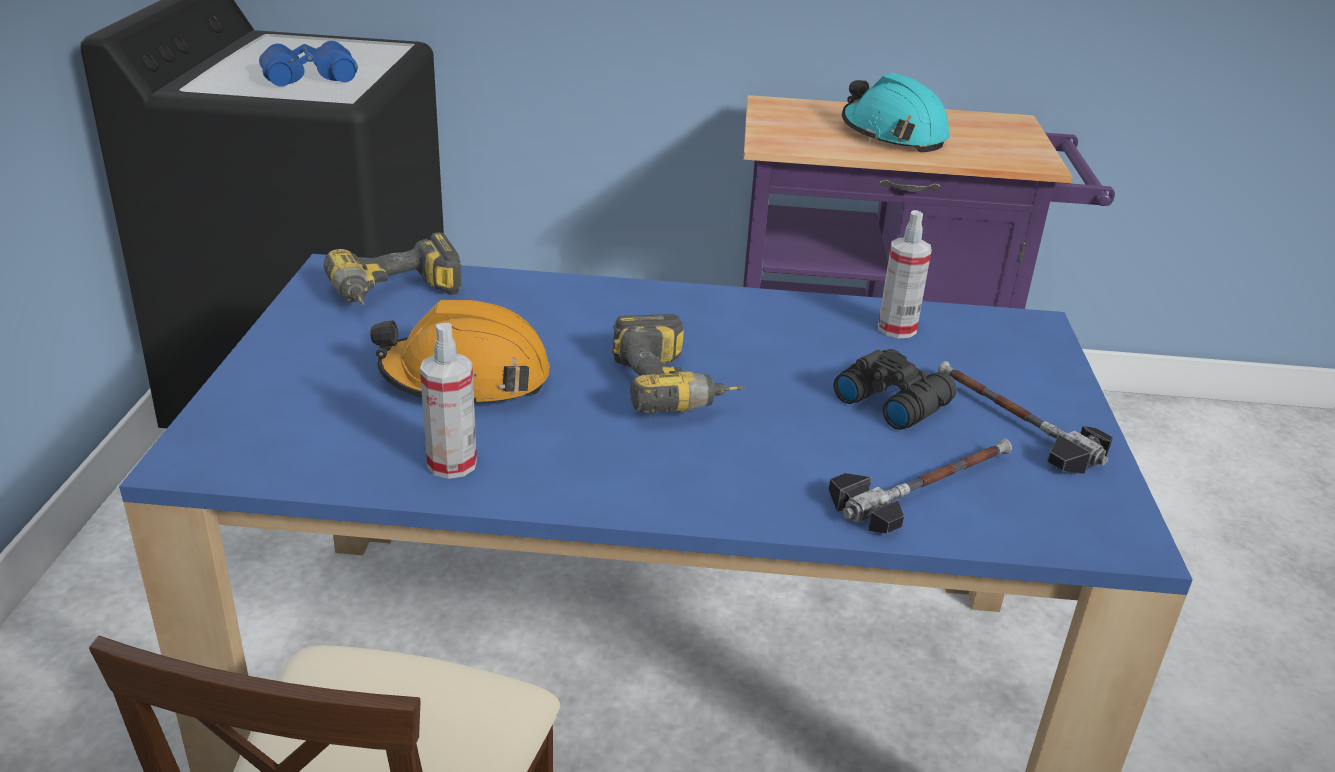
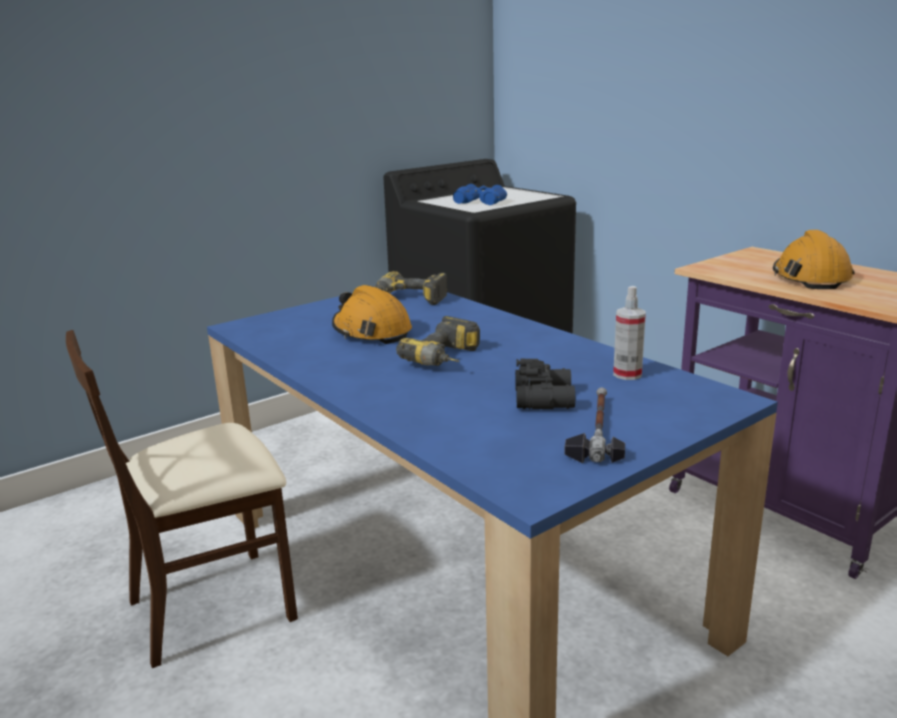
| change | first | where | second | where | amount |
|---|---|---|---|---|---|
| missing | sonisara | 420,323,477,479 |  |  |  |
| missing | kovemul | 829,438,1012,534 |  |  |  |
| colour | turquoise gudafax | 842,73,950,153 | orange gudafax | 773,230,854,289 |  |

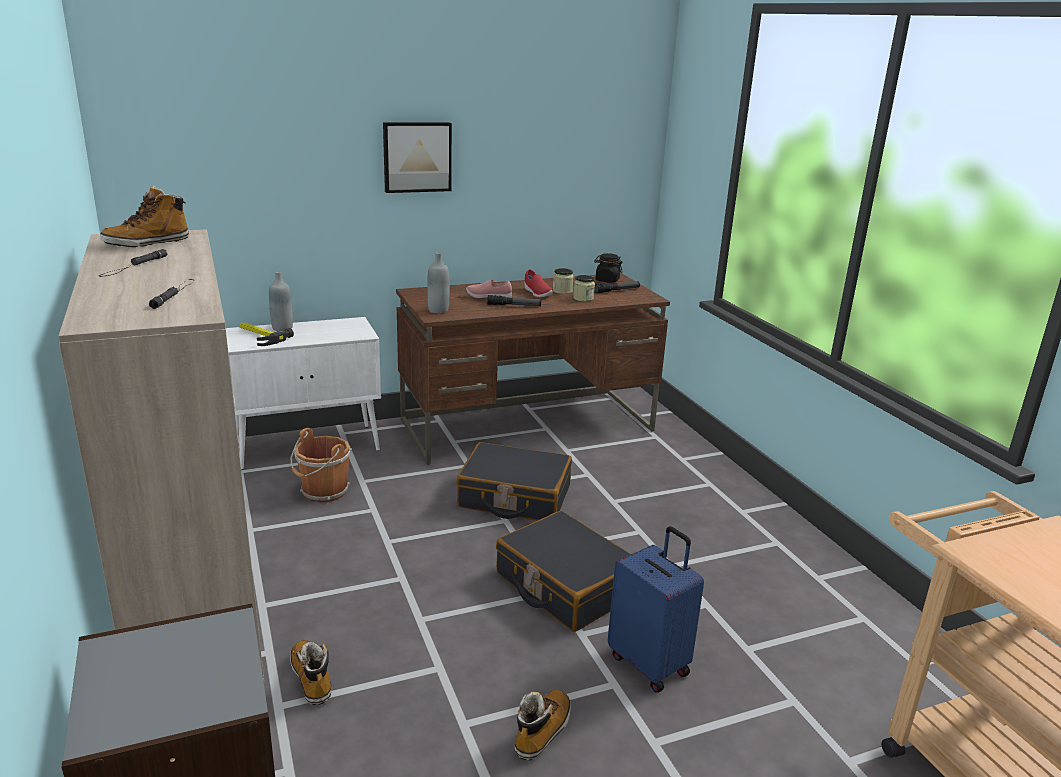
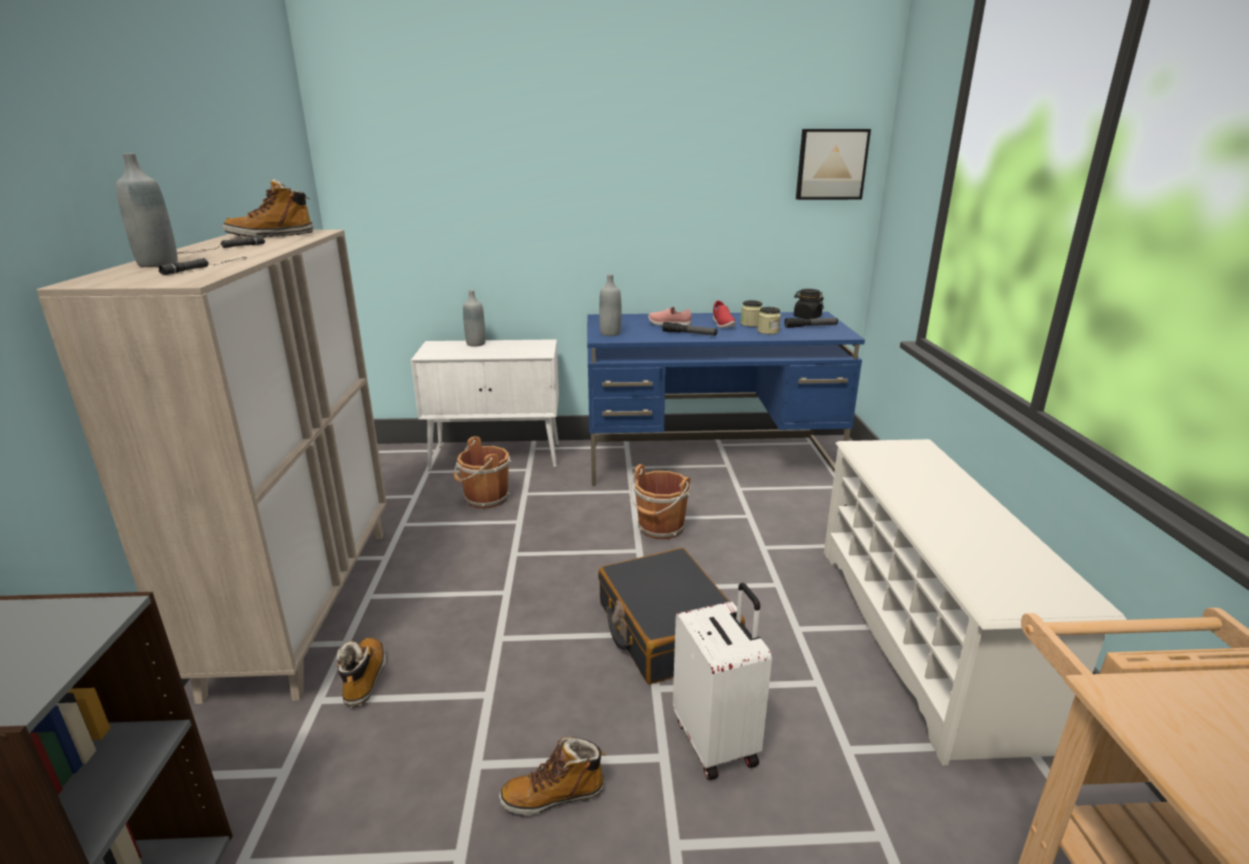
| change | first | where | second | where | amount |
|---|---|---|---|---|---|
| missing | kovemul | 239,322,294,346 |  |  |  |
| appeared |  |  | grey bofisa | 116,153,178,267 |  |
| appeared |  |  | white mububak | 824,439,1127,766 |  |
| relocated | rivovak | 383,122,452,193 |  | 796,129,871,200 |  |
| exchanged | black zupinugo | 456,442,572,521 | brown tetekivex | 630,464,691,539 |  |
| colour | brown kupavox | 396,273,670,465 | blue kupavox | 587,312,865,486 |  |
| colour | blue zupinugo | 608,526,704,693 | white zupinugo | 673,583,772,780 |  |
| spun | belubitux | 514,690,571,761 |  | 499,737,606,815 | 150 degrees counterclockwise |

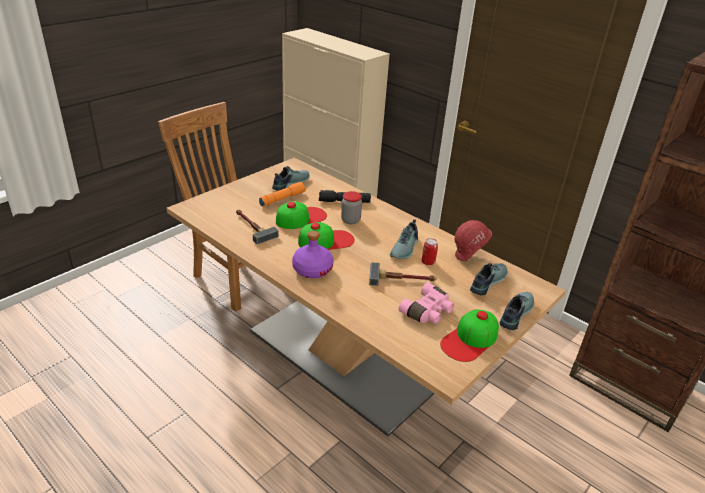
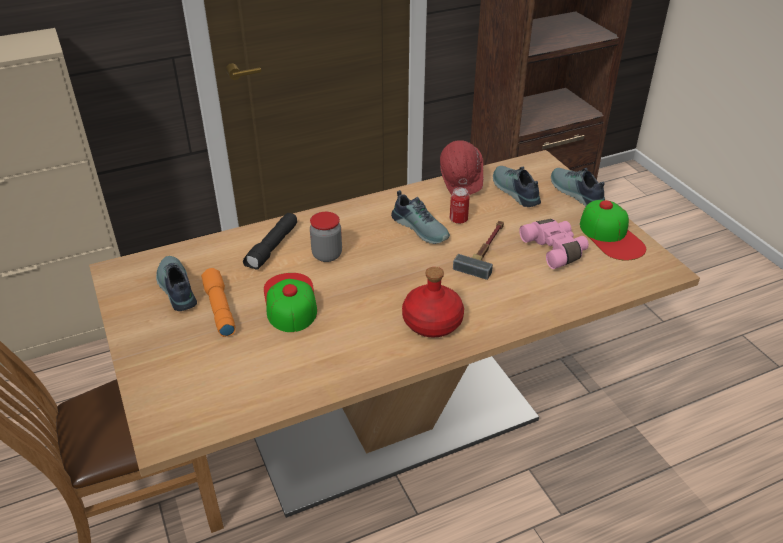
| change | first | where | second | where | amount |
|---|---|---|---|---|---|
| missing | kovemul | 236,209,279,244 |  |  |  |
| missing | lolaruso | 298,222,355,250 |  |  |  |
| colour | purple bofisa | 292,231,334,278 | red bofisa | 402,267,464,337 |  |

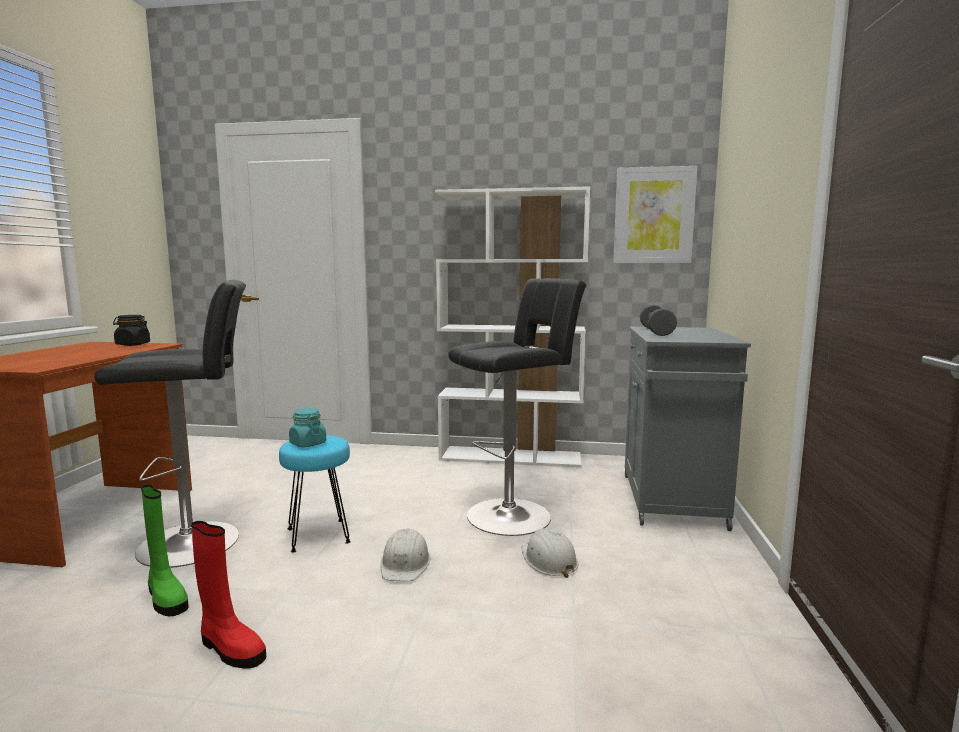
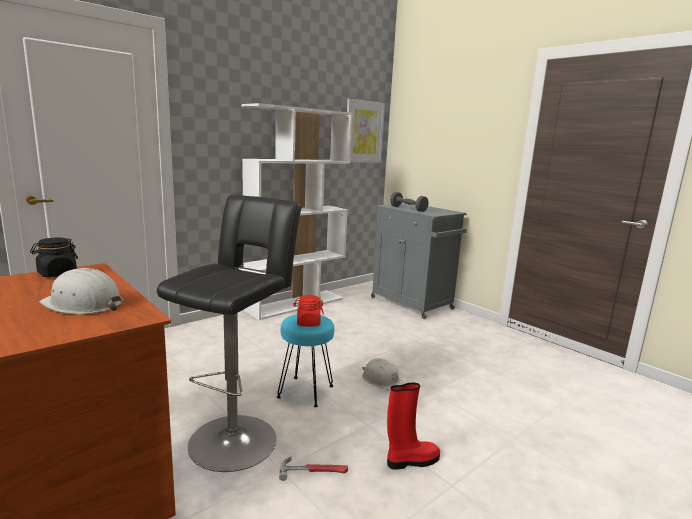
| change | first | where | second | where | amount |
|---|---|---|---|---|---|
| missing | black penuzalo | 448,278,586,536 |  |  |  |
| relocated | white gudafax | 521,528,579,578 |  | 39,268,123,315 |  |
| exchanged | green belubitux | 141,485,189,616 | kovemul | 279,456,348,481 |  |
| colour | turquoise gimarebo | 289,408,326,447 | red gimarebo | 294,295,324,327 |  |

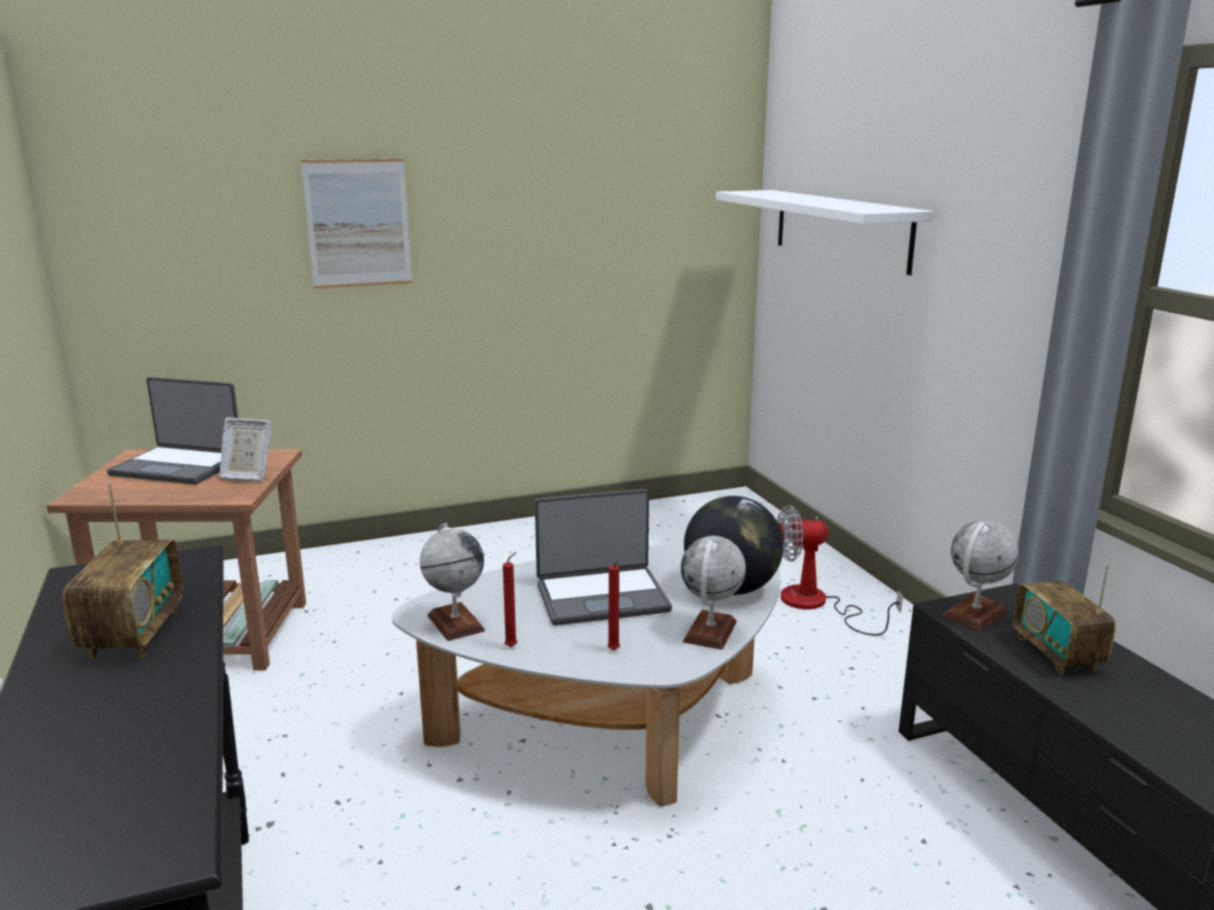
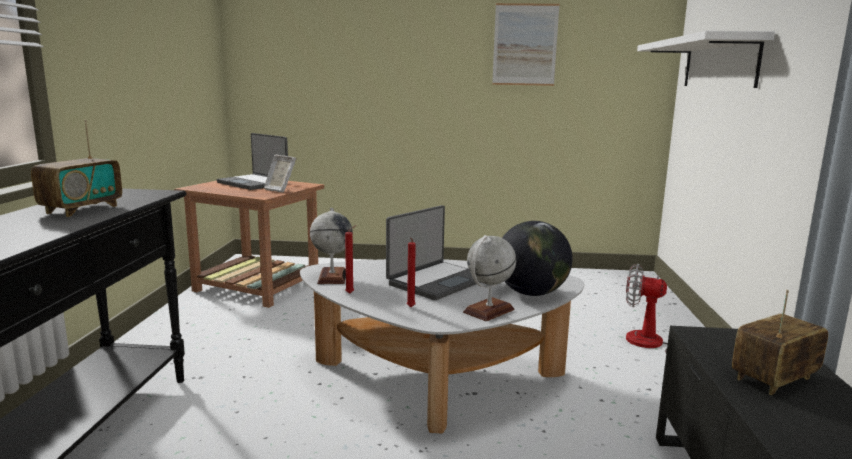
| change | first | where | second | where | amount |
|---|---|---|---|---|---|
| missing | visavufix | 943,520,1019,631 |  |  |  |
| relocated | rivovak | 301,159,412,289 |  | 492,3,560,86 |  |
| spun | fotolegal | 535,489,672,626 |  | 386,205,481,300 | 60 degrees counterclockwise |
| spun | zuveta | 1013,565,1116,675 |  | 732,290,828,395 | 45 degrees clockwise |

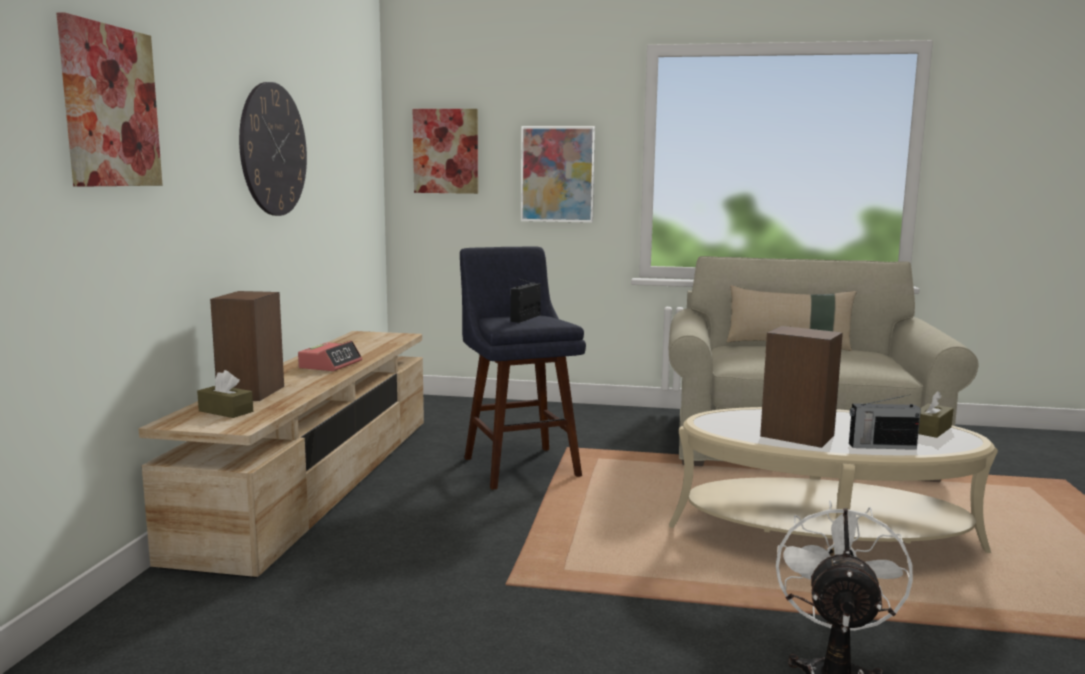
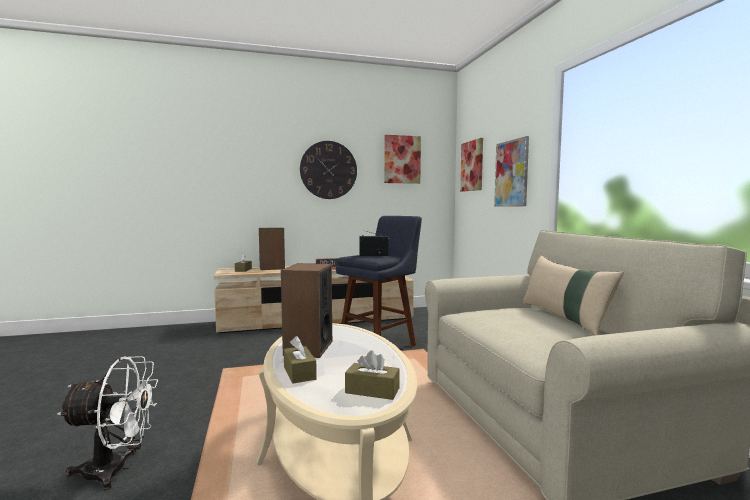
| change | first | where | second | where | amount |
|---|---|---|---|---|---|
| relocated | rivovak | 56,12,162,187 |  | 384,135,421,184 |  |
| exchanged | zuveta | 849,395,921,450 | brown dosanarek | 284,336,317,384 |  |

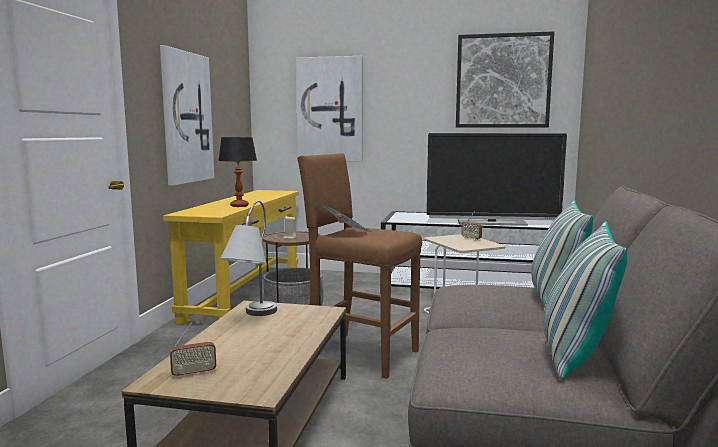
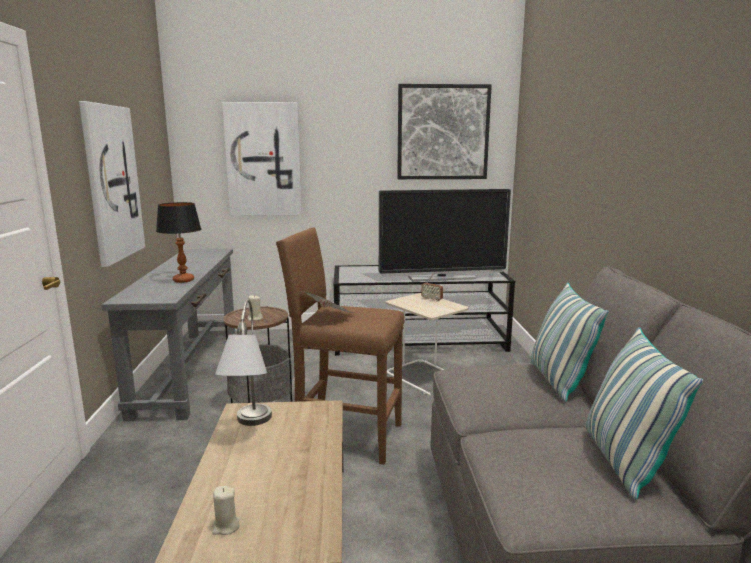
| change | first | where | second | where | amount |
|---|---|---|---|---|---|
| exchanged | zuveta | 170,322,216,378 | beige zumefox | 212,486,239,535 |  |
| colour | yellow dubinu | 163,190,299,324 | grey dubinu | 101,249,235,422 |  |

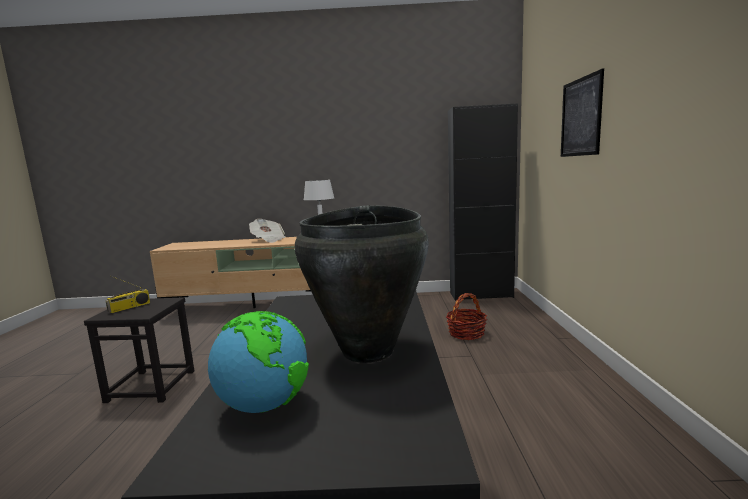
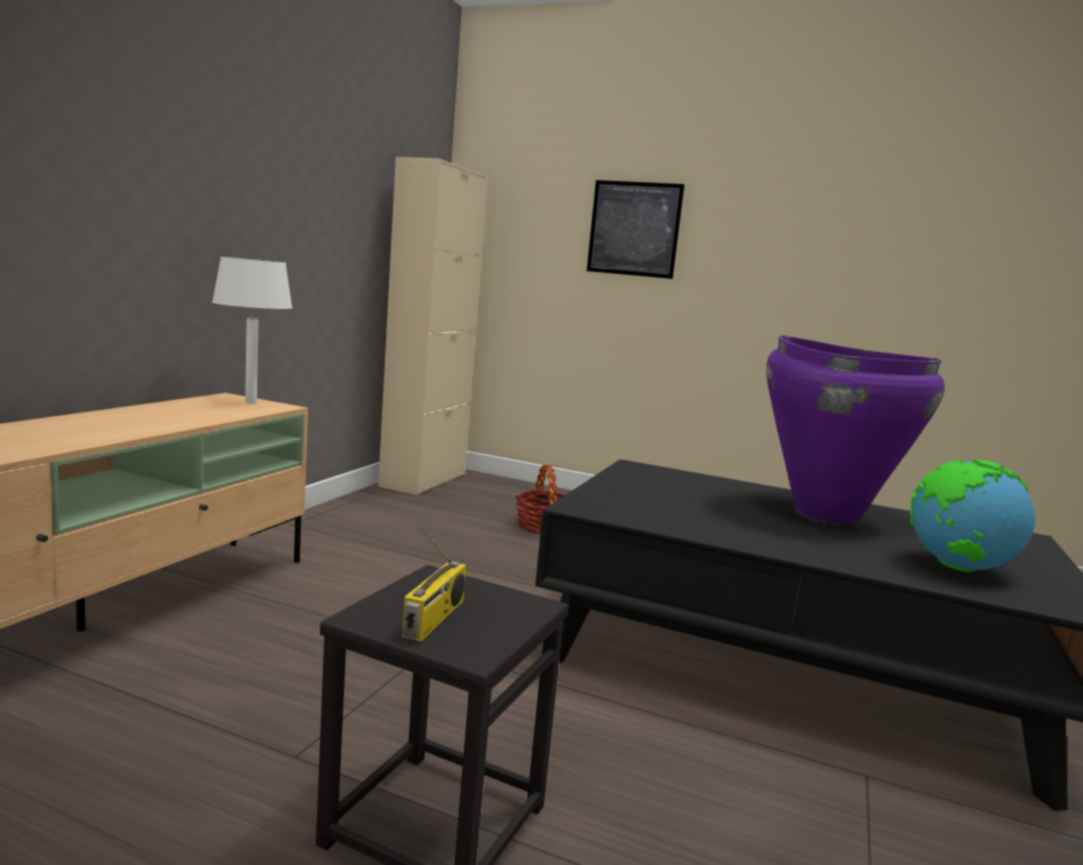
| change | first | where | second | where | amount |
|---|---|---|---|---|---|
| missing | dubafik | 249,219,286,243 |  |  |  |
| colour | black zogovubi | 295,205,429,363 | purple zogovubi | 766,335,945,524 |  |
| colour | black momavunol | 448,103,518,301 | beige momavunol | 378,157,488,495 |  |
| spun | zuveta | 106,276,150,313 |  | 402,527,466,642 | 45 degrees clockwise |

